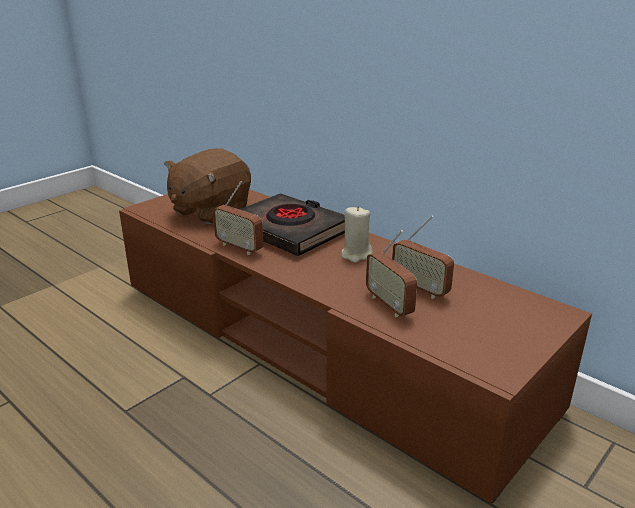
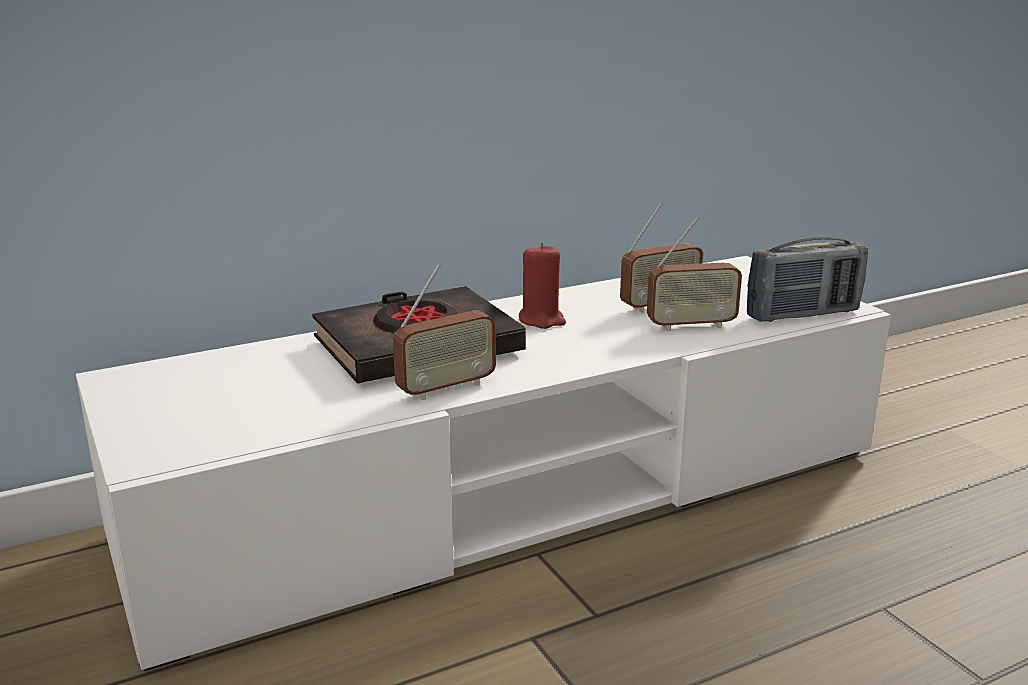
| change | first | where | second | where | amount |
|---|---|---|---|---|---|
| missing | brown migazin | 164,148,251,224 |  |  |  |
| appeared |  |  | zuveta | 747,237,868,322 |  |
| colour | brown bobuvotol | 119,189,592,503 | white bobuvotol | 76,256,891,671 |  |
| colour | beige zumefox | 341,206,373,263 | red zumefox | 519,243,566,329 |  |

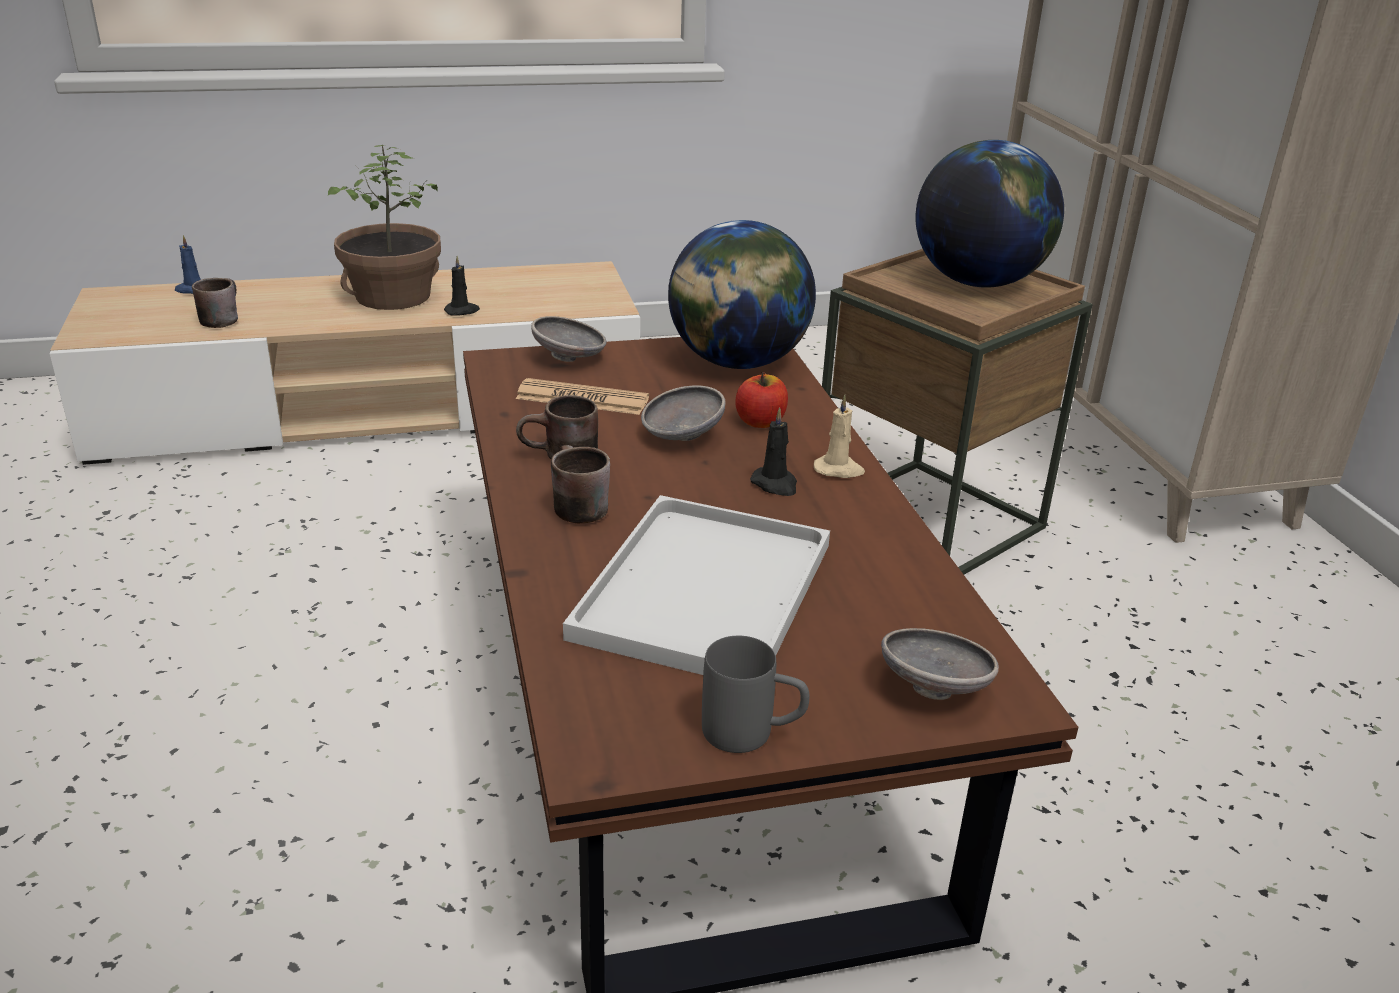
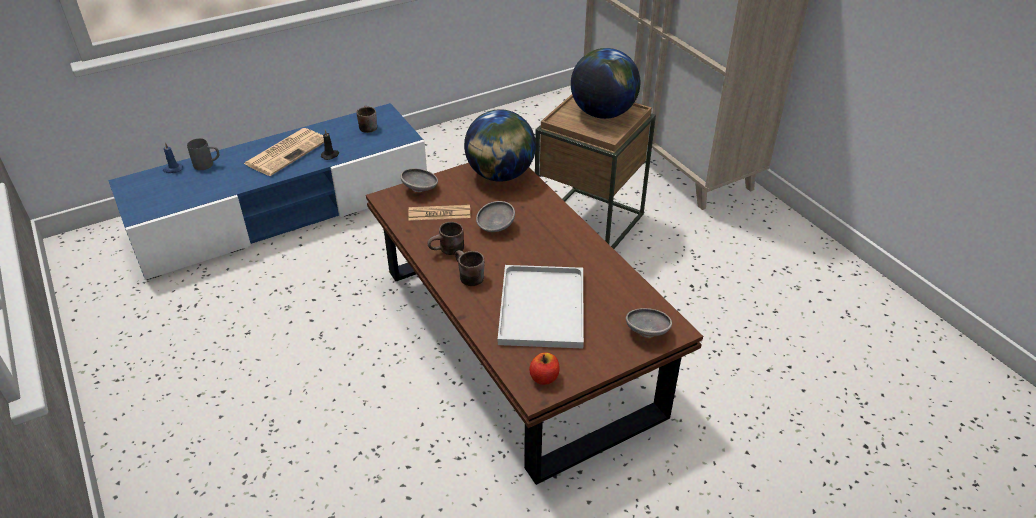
| change | first | where | second | where | amount |
|---|---|---|---|---|---|
| missing | black zumefox | 750,407,797,496 |  |  |  |
| missing | beige zumefox | 814,395,865,478 |  |  |  |
| relocated | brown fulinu | 192,278,238,328 |  | 356,106,377,133 |  |
| relocated | grey fulinu | 702,636,810,753 |  | 187,138,219,170 |  |
| relocated | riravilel | 735,372,788,428 |  | 529,352,560,385 |  |
| exchanged | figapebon | 328,145,441,310 | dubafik | 244,128,324,176 |  |
| colour | beige bobuvotol | 50,261,640,465 | blue bobuvotol | 108,103,427,280 |  |

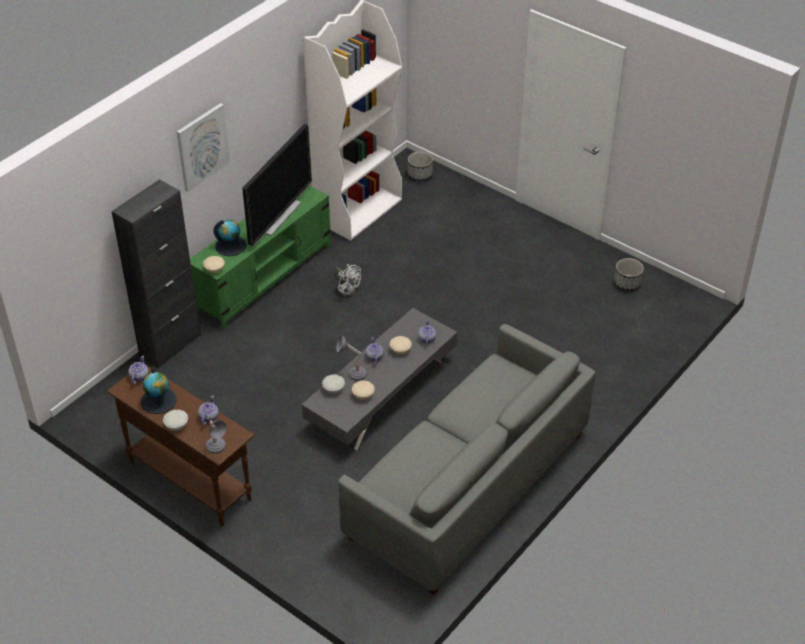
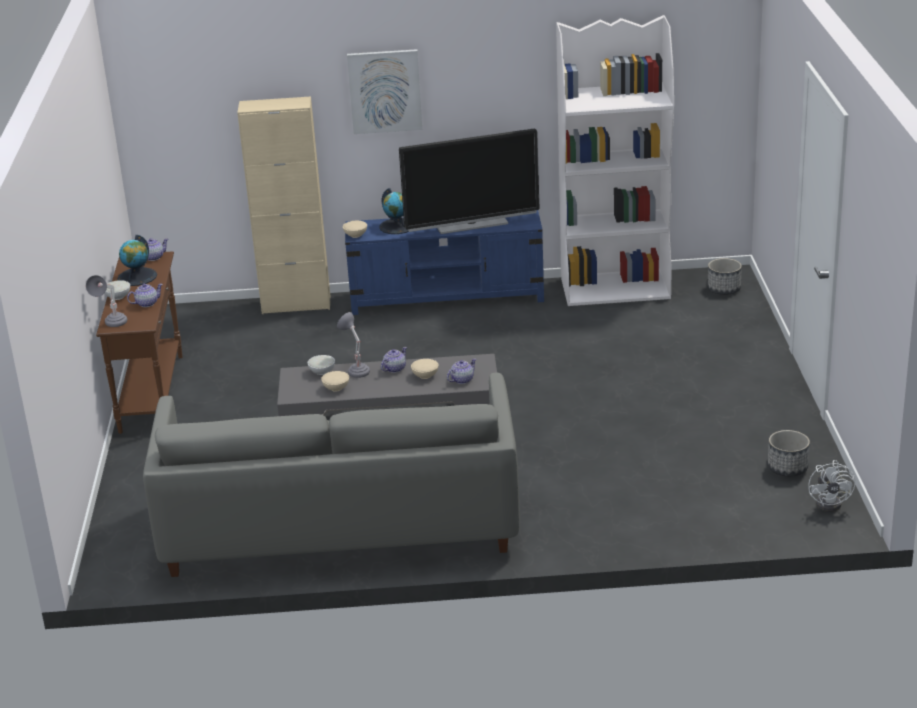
| change | first | where | second | where | amount |
|---|---|---|---|---|---|
| relocated | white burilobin | 336,264,361,297 |  | 808,460,855,512 |  |
| colour | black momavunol | 111,179,201,369 | beige momavunol | 237,96,330,314 |  |
| colour | green bobuvotol | 190,186,331,330 | blue bobuvotol | 345,210,544,315 |  |

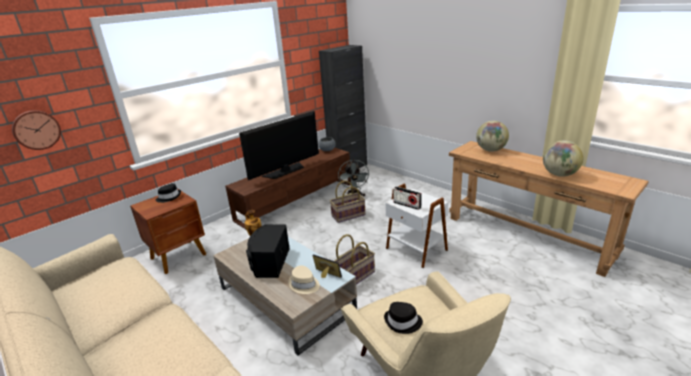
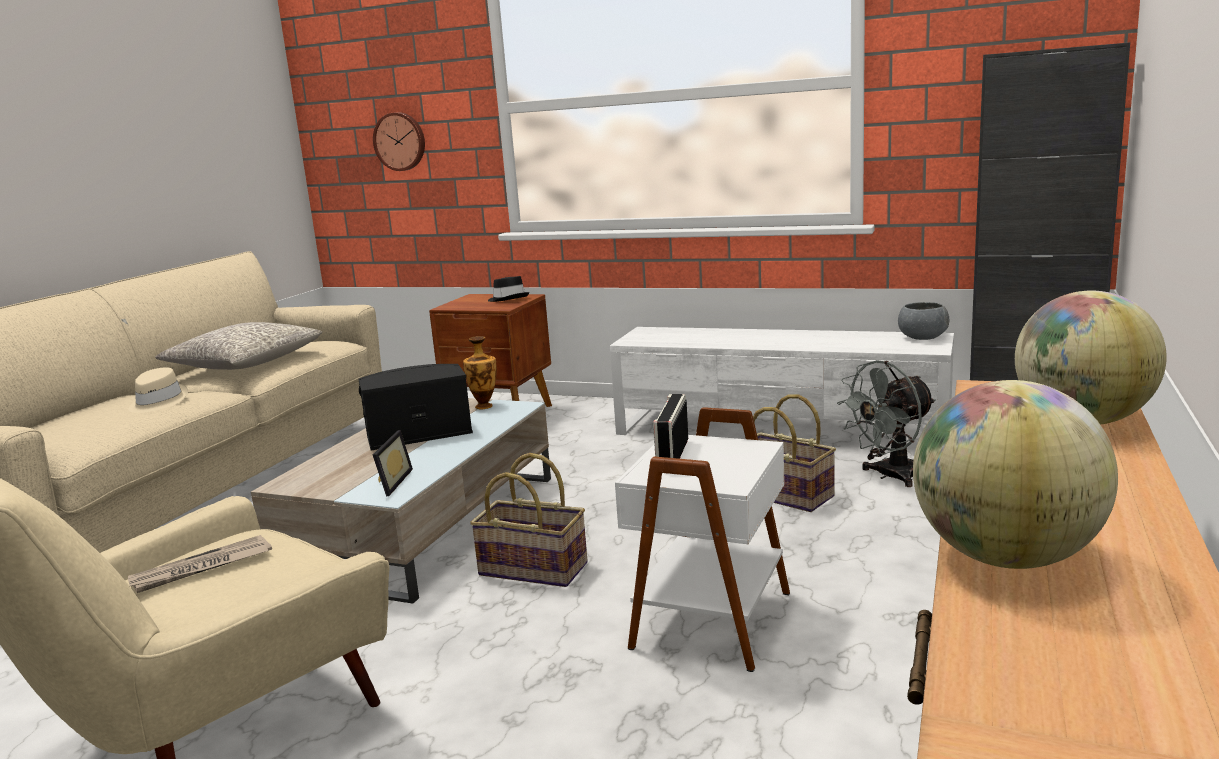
| change | first | where | second | where | amount |
|---|---|---|---|---|---|
| missing | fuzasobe | 239,111,319,180 |  |  |  |
| appeared |  |  | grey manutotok | 155,322,322,370 |  |
| relocated | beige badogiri | 288,265,320,294 |  | 129,367,188,413 |  |
| exchanged | black badogiri | 384,302,423,334 | dubafik | 128,535,272,593 |  |
| colour | brown bobuvotol | 225,148,351,229 | white bobuvotol | 610,327,954,435 |  |

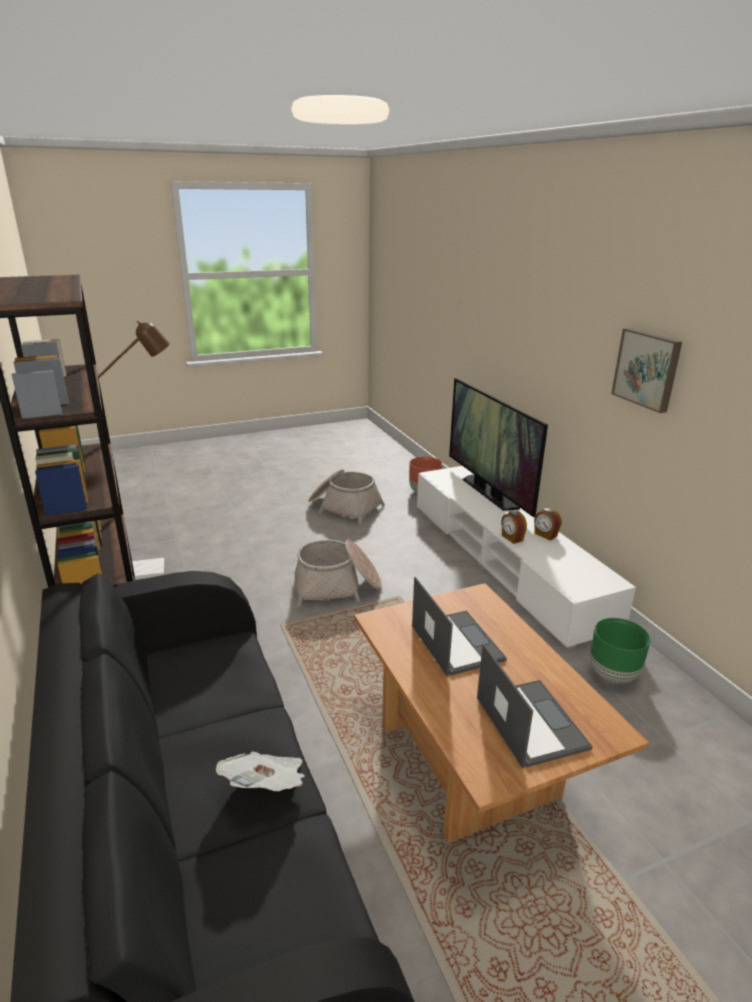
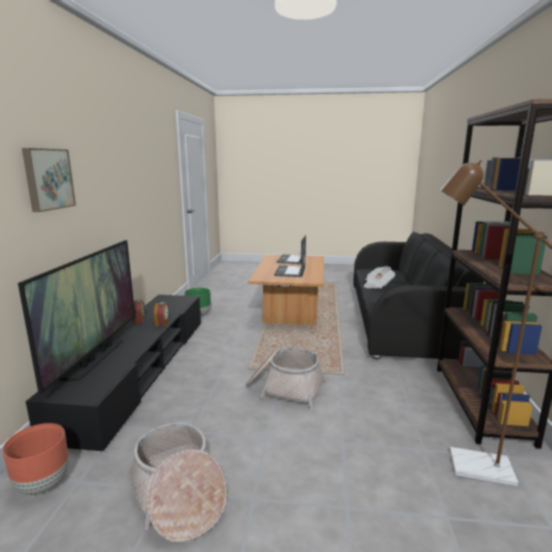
| change | first | where | second | where | amount |
|---|---|---|---|---|---|
| relocated | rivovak | 611,328,682,413 |  | 22,148,76,212 |  |
| colour | white bobuvotol | 417,466,636,649 | black bobuvotol | 26,295,201,453 |  |

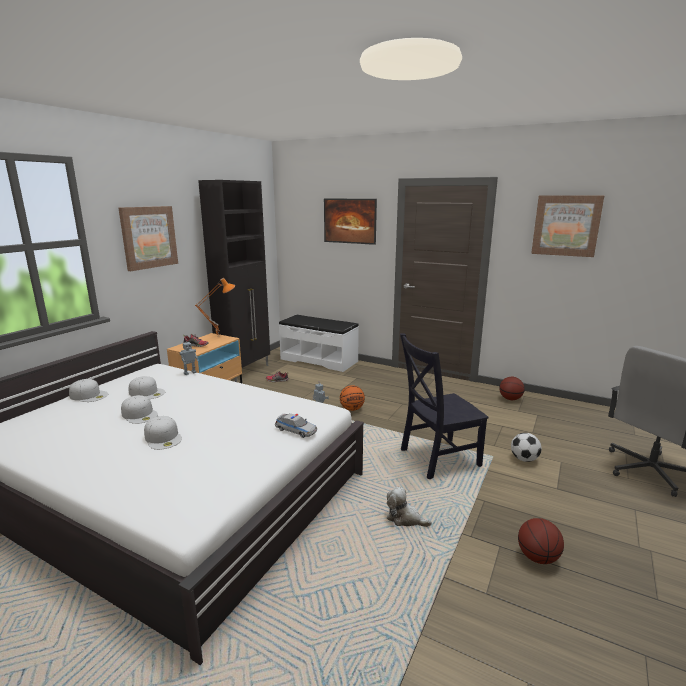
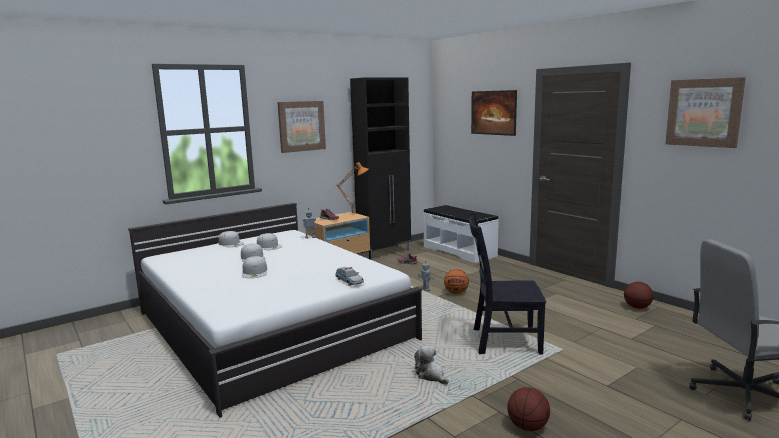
| change | first | where | second | where | amount |
|---|---|---|---|---|---|
| missing | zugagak | 511,433,542,462 |  |  |  |

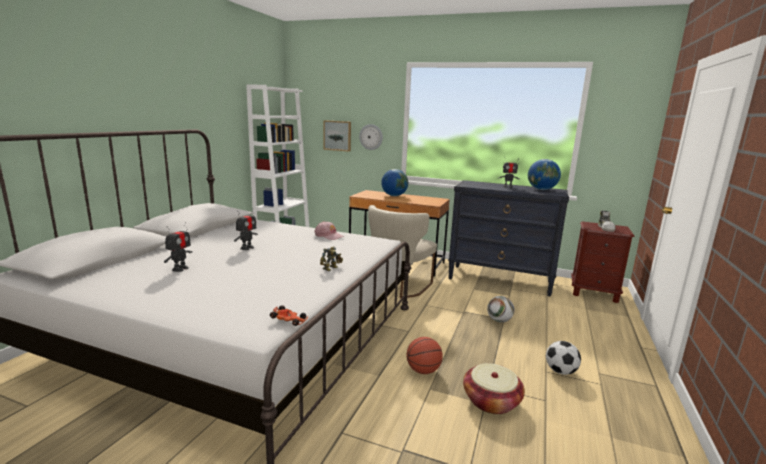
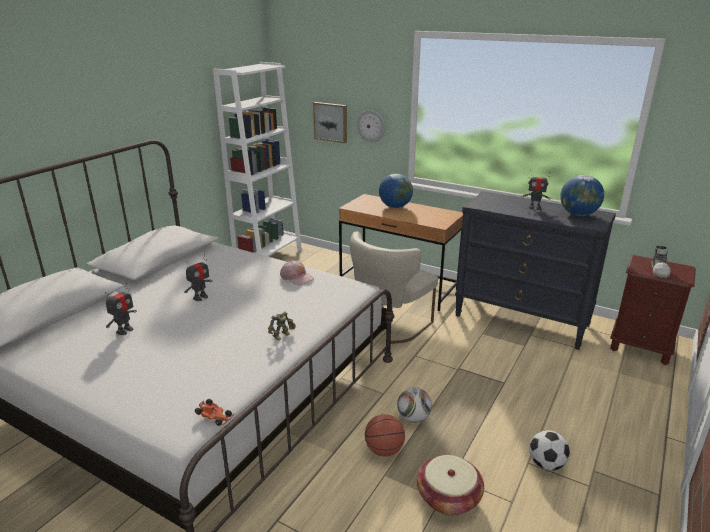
| change | first | where | second | where | amount |
|---|---|---|---|---|---|
| relocated | zugagak | 487,296,515,322 |  | 397,387,432,423 |  |

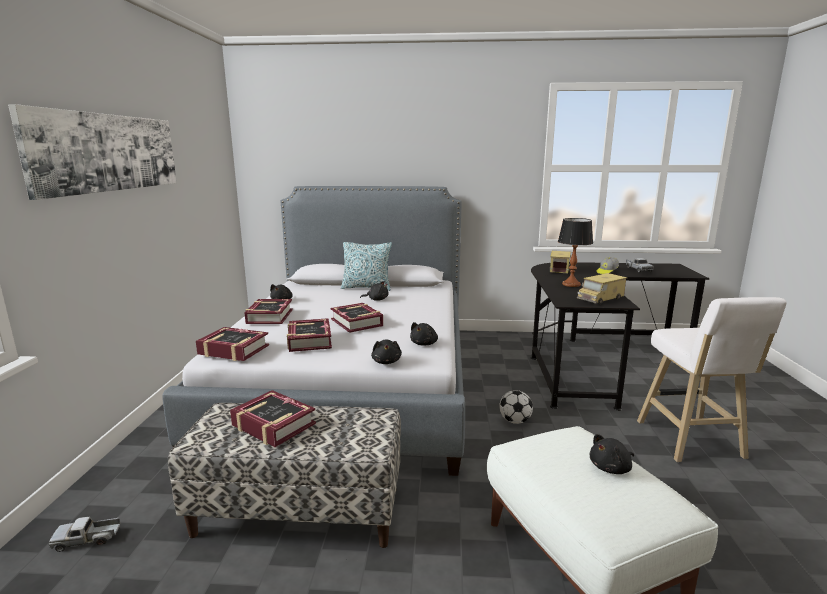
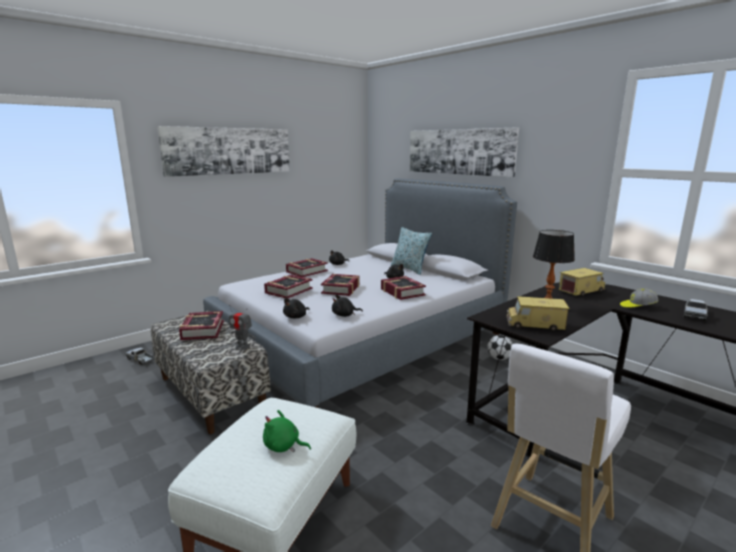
| change | first | where | second | where | amount |
|---|---|---|---|---|---|
| appeared |  |  | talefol | 229,310,256,350 |  |
| appeared |  |  | rivovak | 410,127,519,177 |  |
| relocated | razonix | 196,327,269,361 |  | 381,276,426,300 |  |
| relocated | zugagak | 499,390,533,424 |  | 487,335,513,360 |  |
| colour | black migazin | 590,434,634,474 | green migazin | 263,410,311,452 |  |

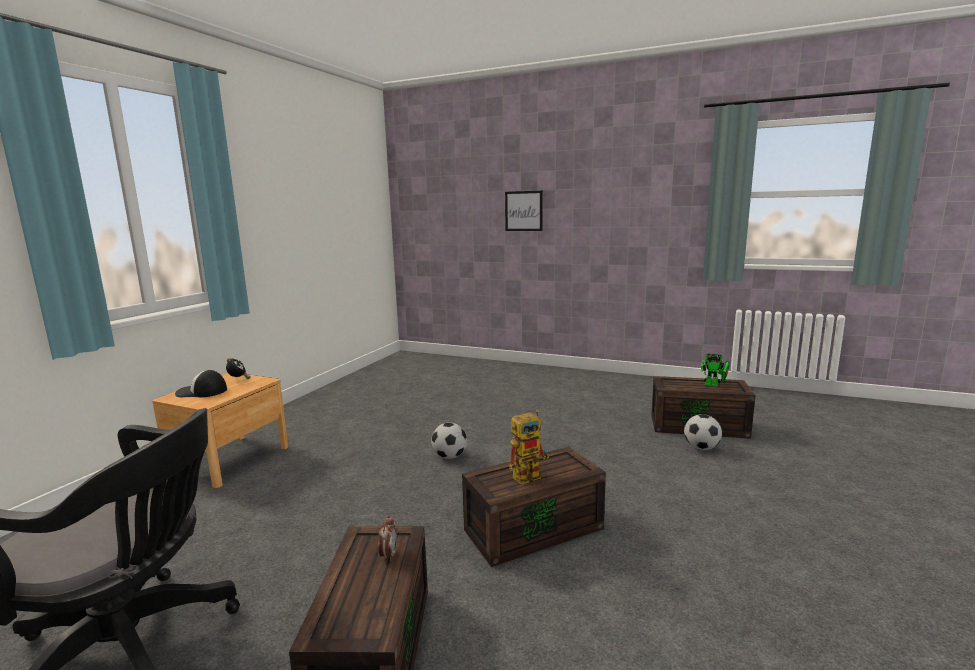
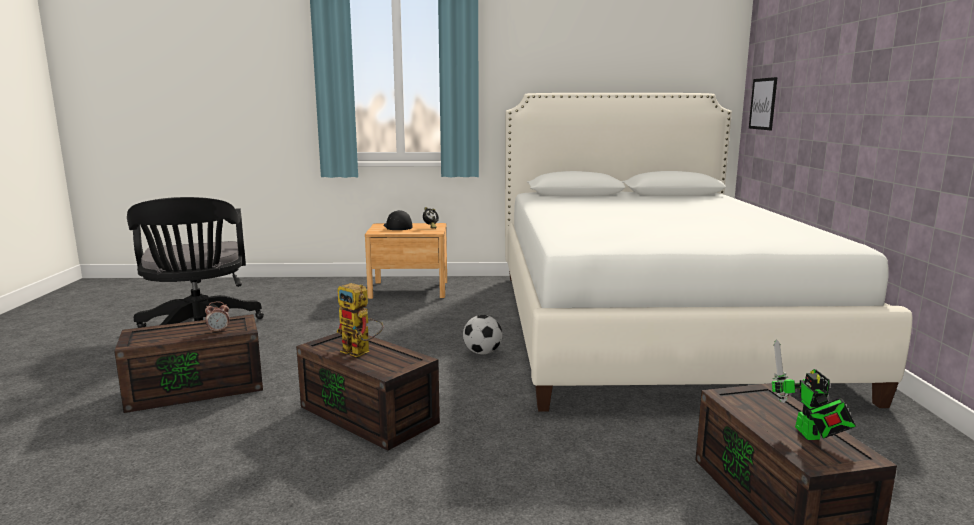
| change | first | where | second | where | amount |
|---|---|---|---|---|---|
| missing | zugagak | 684,414,722,450 |  |  |  |
| appeared |  |  | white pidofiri | 505,93,912,412 |  |
| relocated | rivovak | 505,191,543,231 |  | 749,77,778,130 |  |

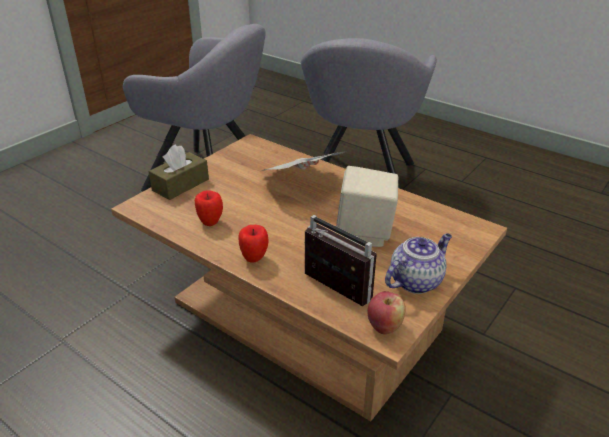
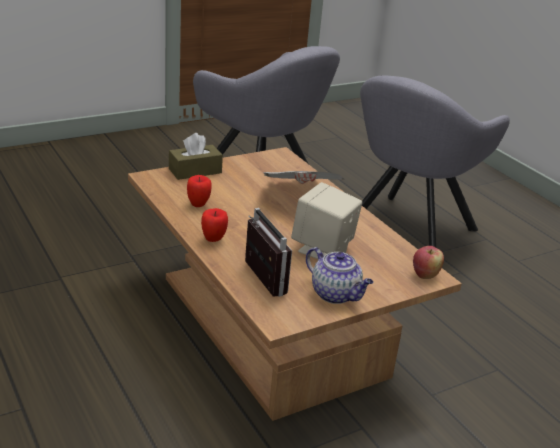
| change | first | where | second | where | amount |
|---|---|---|---|---|---|
| relocated | riravilel | 368,291,406,335 |  | 413,246,444,279 |  |
| spun | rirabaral | 385,233,452,294 |  | 306,247,373,304 | 60 degrees clockwise |

